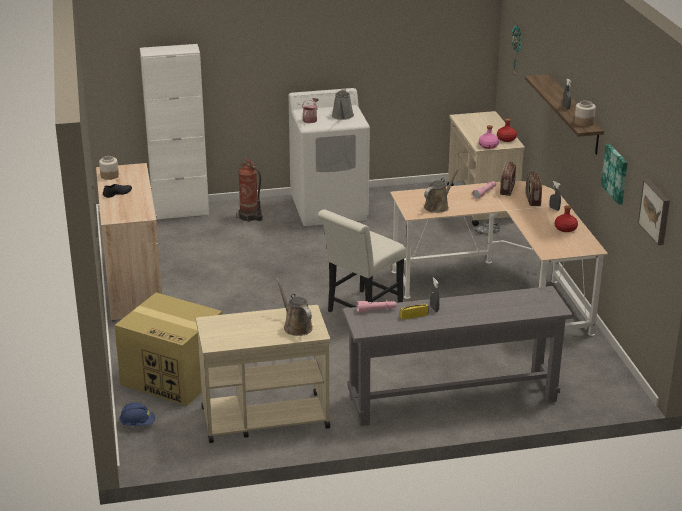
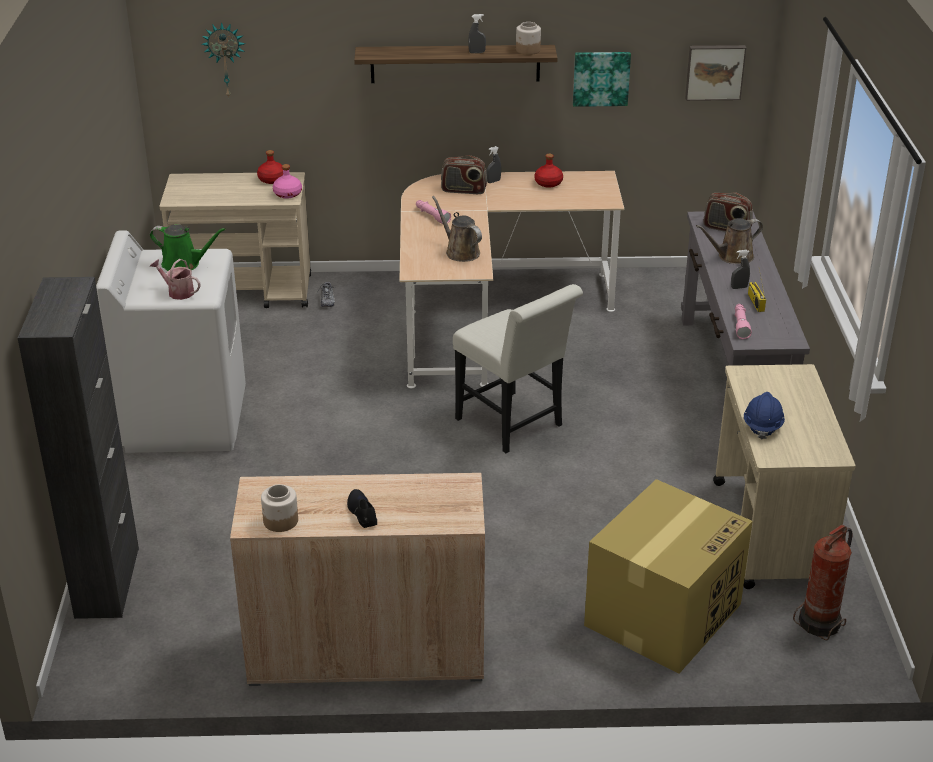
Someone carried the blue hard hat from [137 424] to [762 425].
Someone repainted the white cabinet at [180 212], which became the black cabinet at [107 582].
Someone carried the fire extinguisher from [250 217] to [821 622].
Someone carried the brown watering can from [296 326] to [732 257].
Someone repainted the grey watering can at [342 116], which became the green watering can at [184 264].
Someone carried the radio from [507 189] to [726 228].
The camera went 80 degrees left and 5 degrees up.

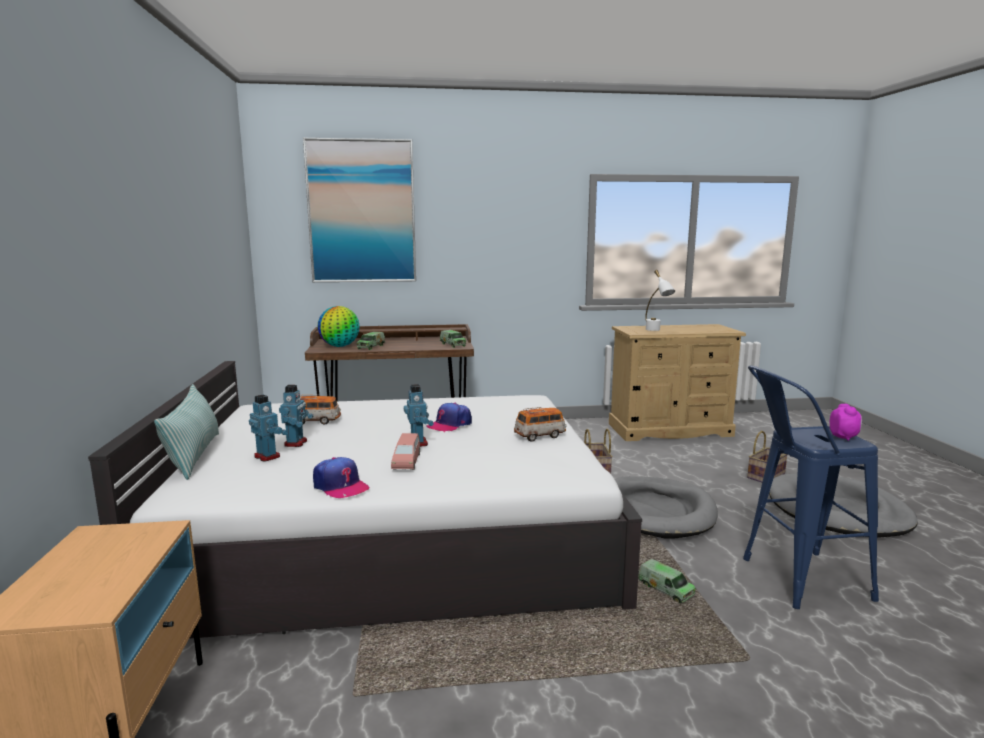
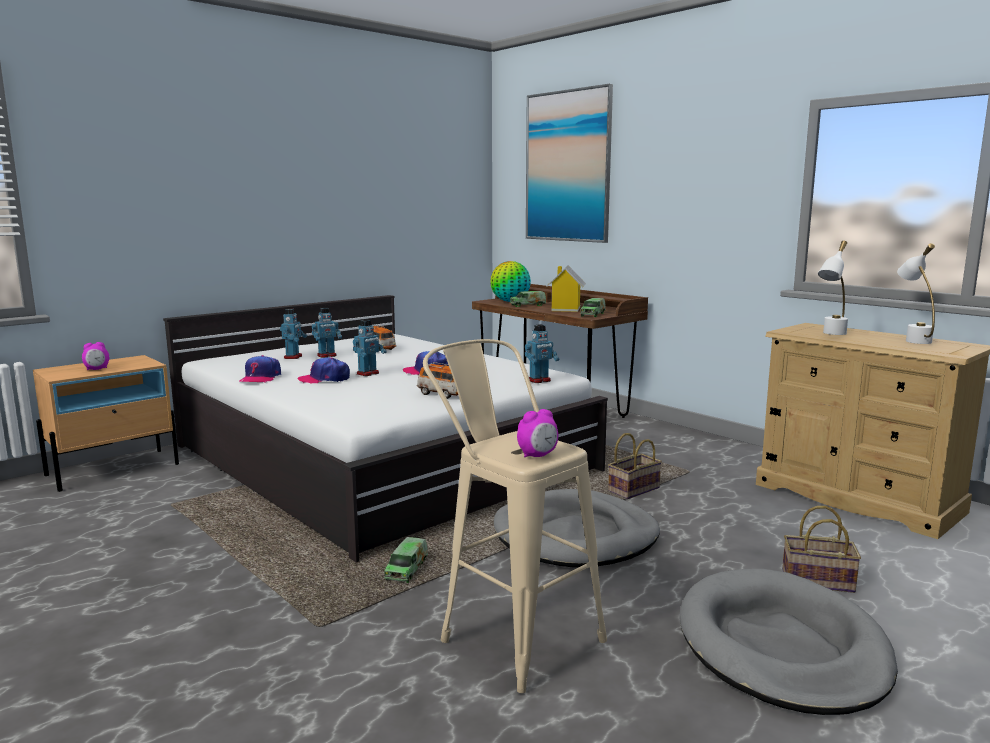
Someone took away the pillow at [194 455].
Someone swapped the pink toy car at [407 461] for the cap at [324 379].
Someone repainted the blue stool at [793 580], which became the beige stool at [511 633].
Someone put down the alarm clock at [97 369].
Someone put down the toy robot at [539 380].
Someone put down the toy house at [565 309].
Someone put down the white table lamp at [913 339].
The camera went 55 degrees right and 0 degrees up.

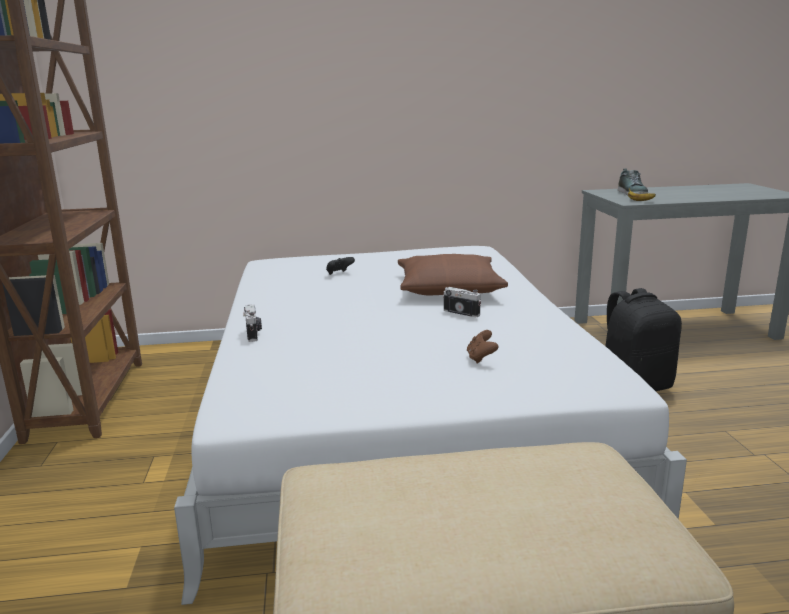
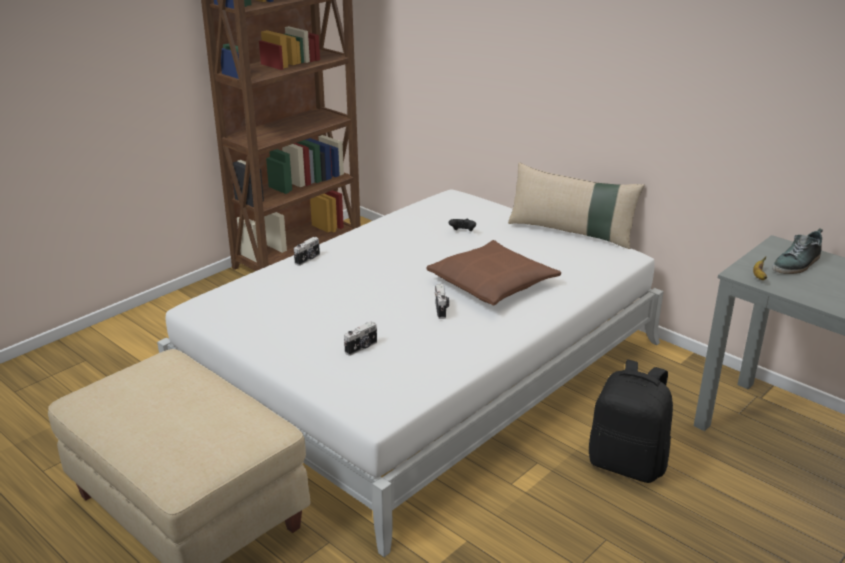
Someone swapped the brown game controller at [481 358] for the photo camera at [362 348].
Someone put down the beige pillow at [571 232].
The camera went 50 degrees right and 10 degrees up.

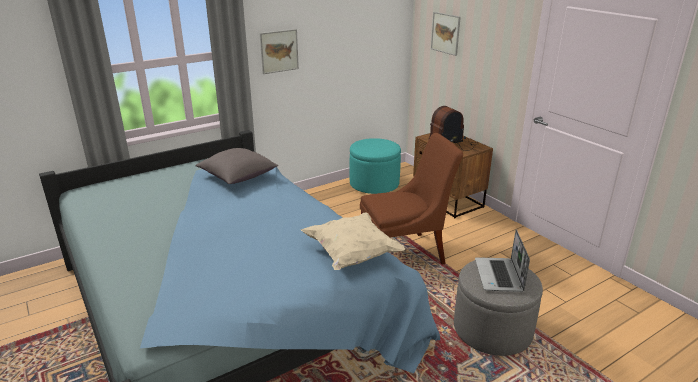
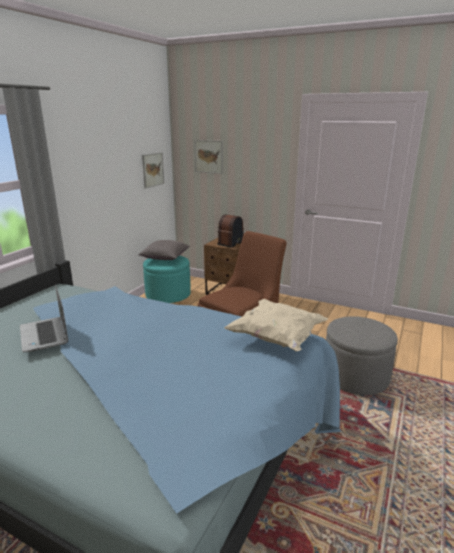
Someone carried the grey pillow from [238 177] to [165 258].
Someone carried the picture from [279 51] to [153 170].
Someone carried the laptop from [499 276] to [45 335].
The camera went 30 degrees left and 5 degrees down.

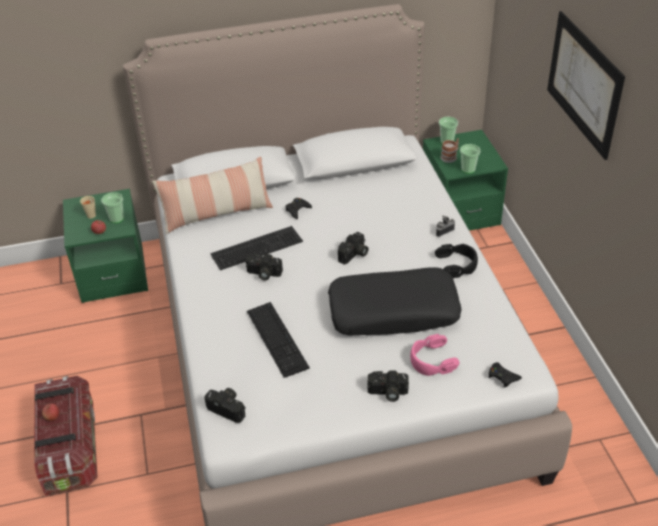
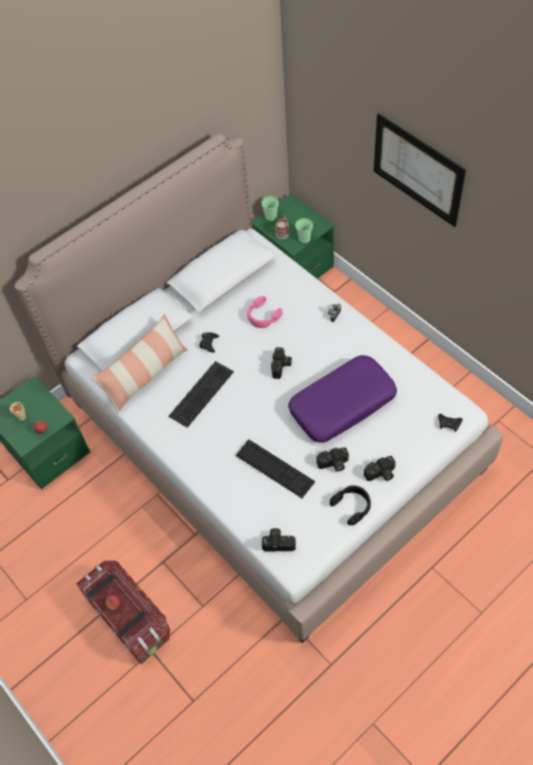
Someone took away the cup at [116 218].
Someone carried the photo camera from [263 274] to [333 464].
Someone repainted the black pillow at [393 311], which became the purple pillow at [342 404].
Someone carried the pink headphones from [432 360] to [263 316].
Someone carried the black headphones from [457 264] to [352 506].
The camera went 25 degrees left and 15 degrees up.

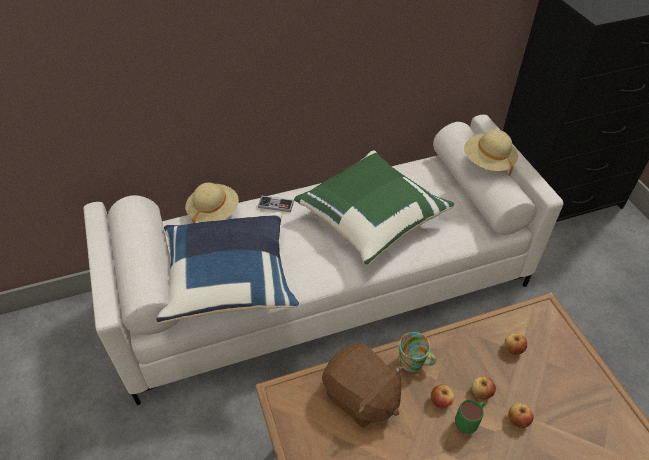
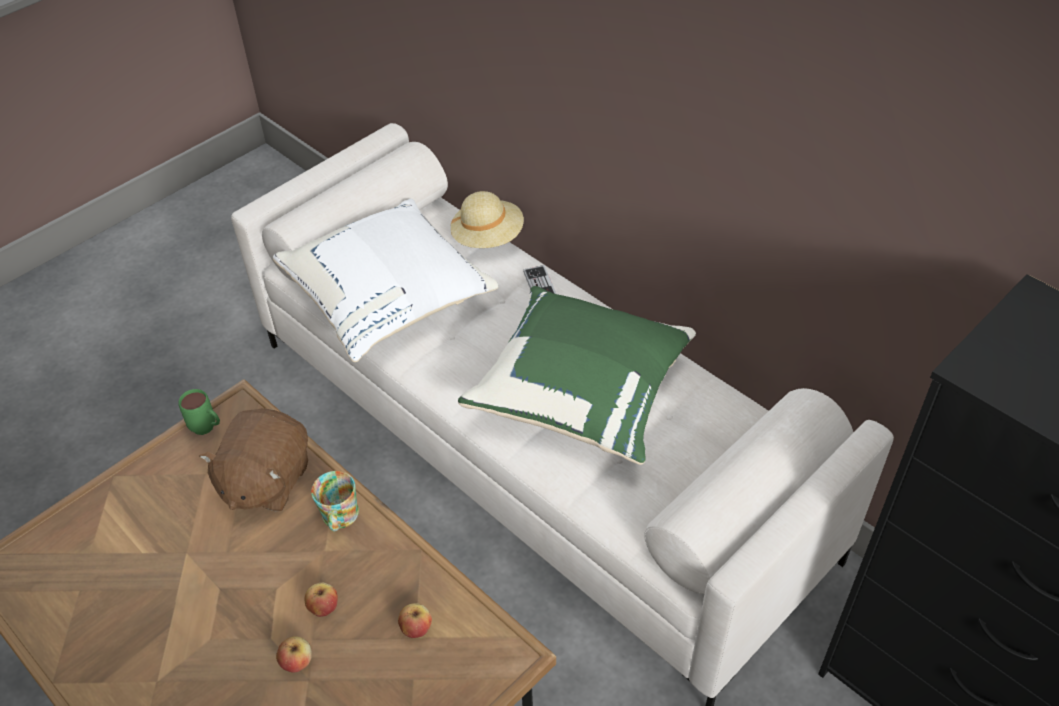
Someone repainted the blue pillow at [229 280], which became the white pillow at [389 300].
Someone took away the apple at [440 401].
Someone carried the green mug from [468 423] to [208 429].
Someone took away the beige hat at [487 162].
The camera went 65 degrees right and 0 degrees up.

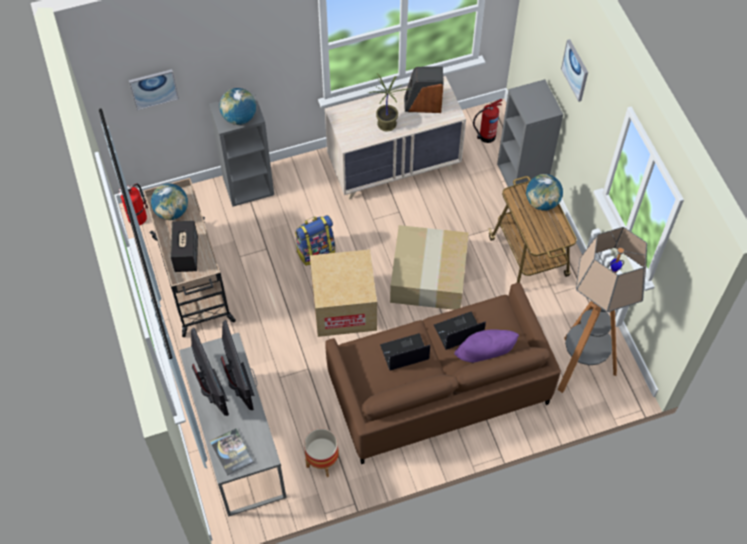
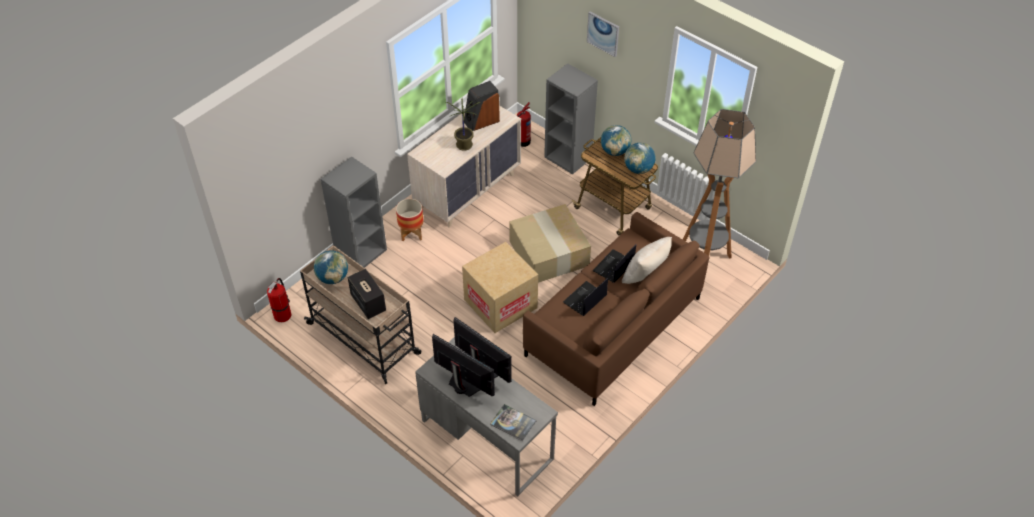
Someone took away the picture at [153 88].
Someone carried the globe from [239 117] to [638 169].
Someone took away the backpack at [315 251].
Someone carried the planter from [322 462] to [411 233].
Someone repainted the purple pillow at [484 358], which became the beige pillow at [645 275].
The camera went 30 degrees left and 10 degrees down.

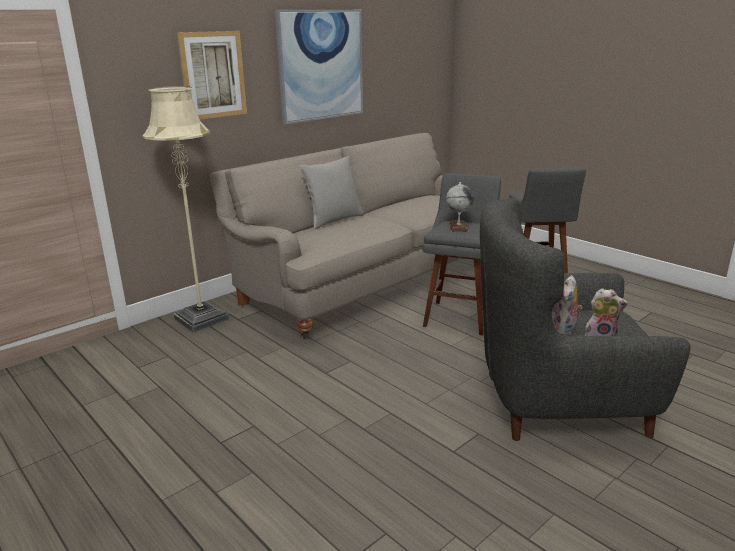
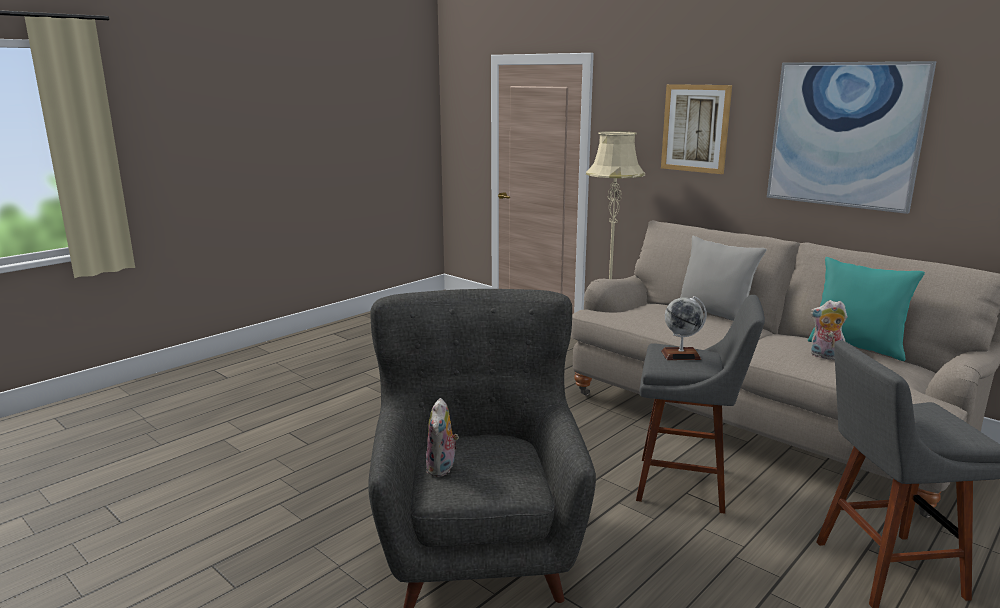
Someone carried the plush toy from [565 330] to [825 356].
Someone put down the turquoise pillow at [857 347].
The camera went 85 degrees right and 5 degrees down.

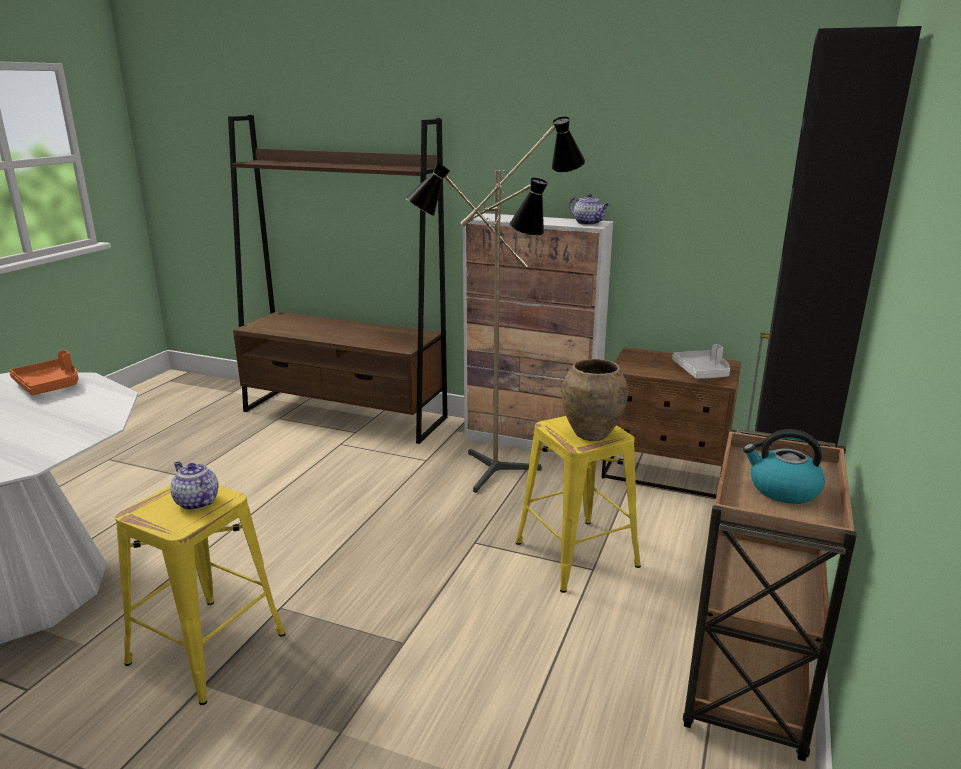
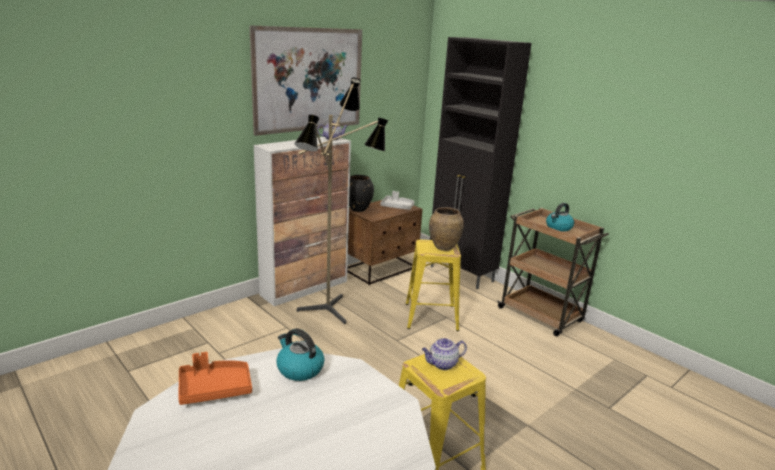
Someone took away the brown bookcase at [345 414].
Someone put up the picture at [309 80].
Someone put down the kettle at [299 369].
Someone put down the black vase at [358 209].
The camera went 65 degrees left and 0 degrees up.

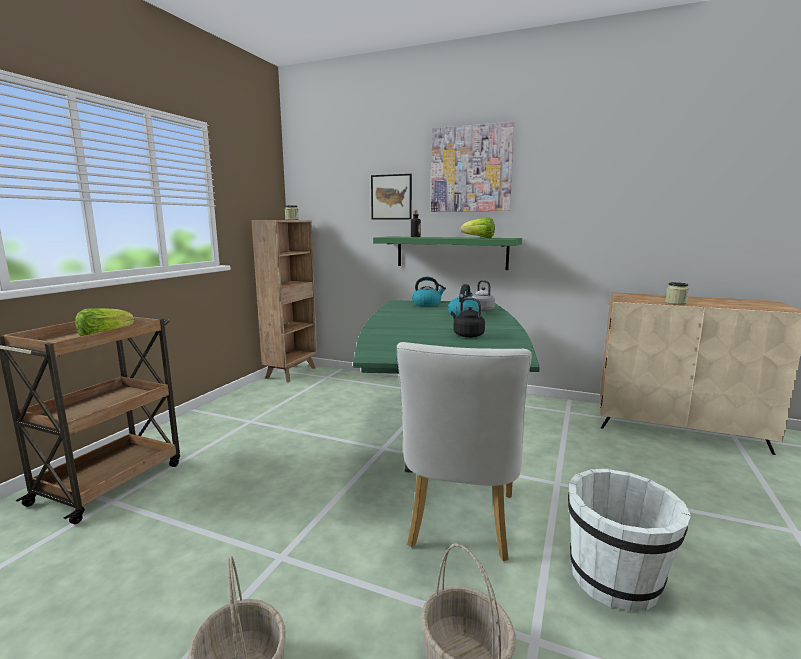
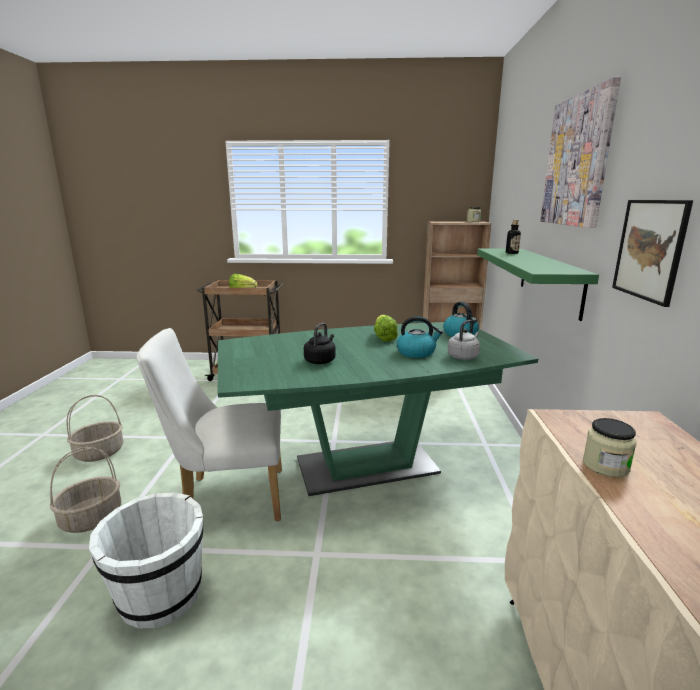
Someone carried the picture from [391 197] to [649 249].
Someone carried the lettuce from [479 238] to [384 337].
The camera went 70 degrees right and 5 degrees up.

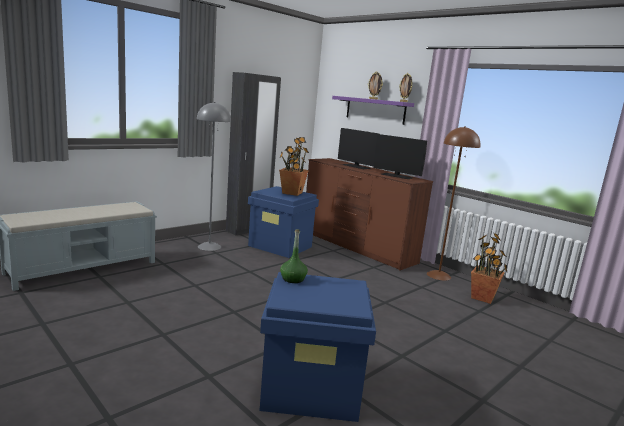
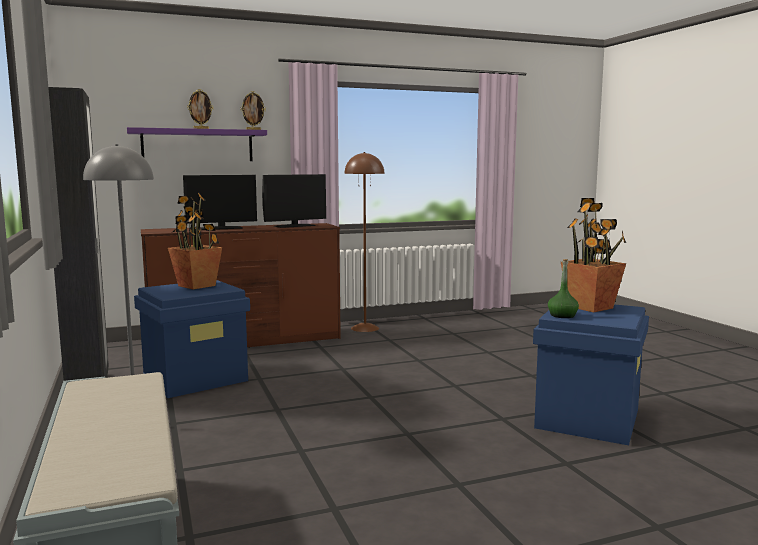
Someone carried the potted plant from [482 298] to [591 307].
The camera went 65 degrees left and 5 degrees down.

